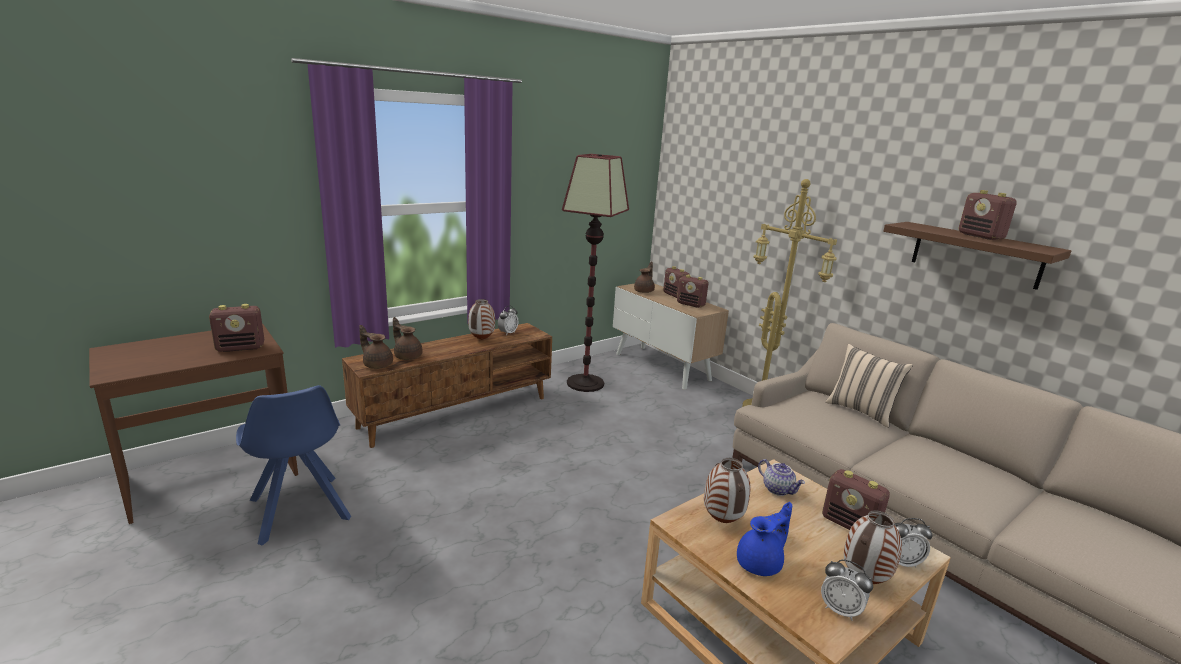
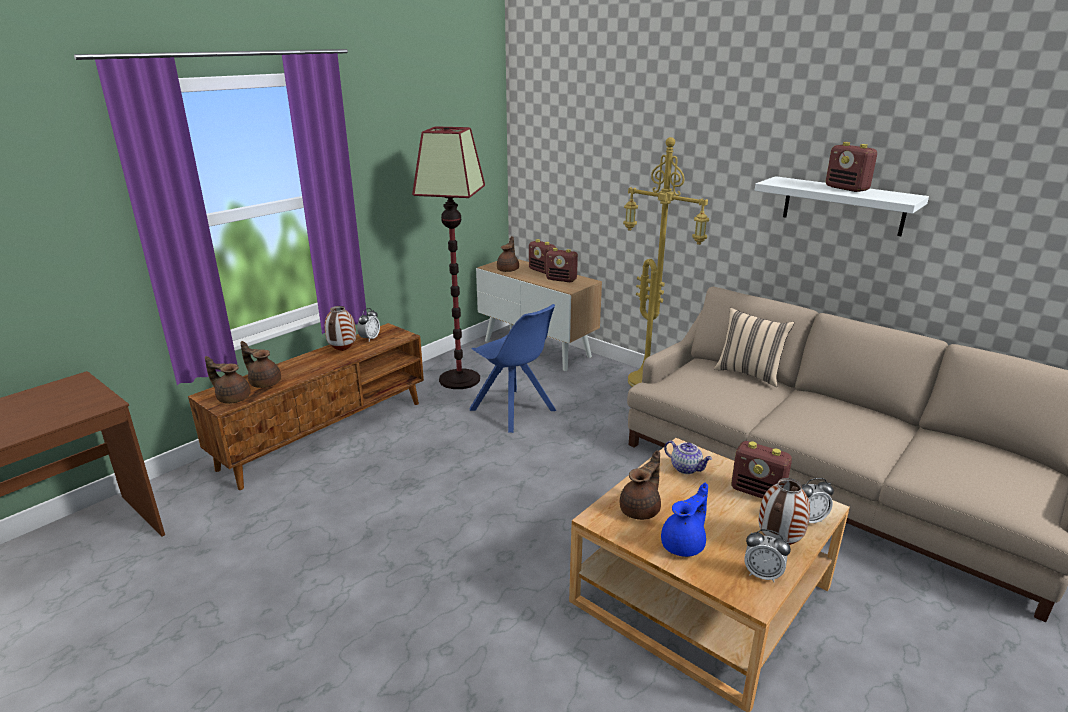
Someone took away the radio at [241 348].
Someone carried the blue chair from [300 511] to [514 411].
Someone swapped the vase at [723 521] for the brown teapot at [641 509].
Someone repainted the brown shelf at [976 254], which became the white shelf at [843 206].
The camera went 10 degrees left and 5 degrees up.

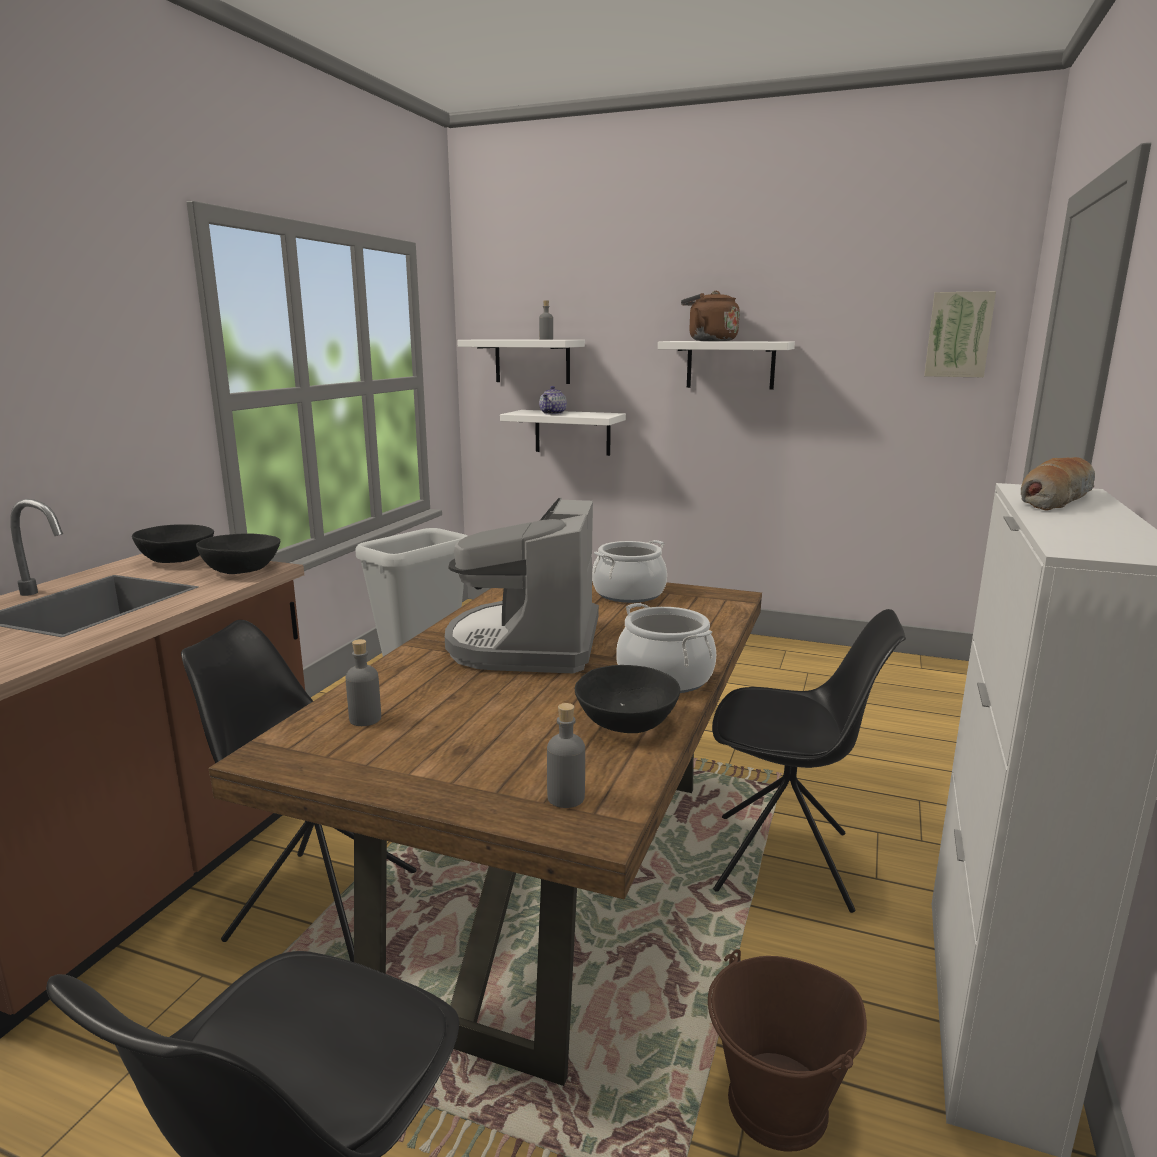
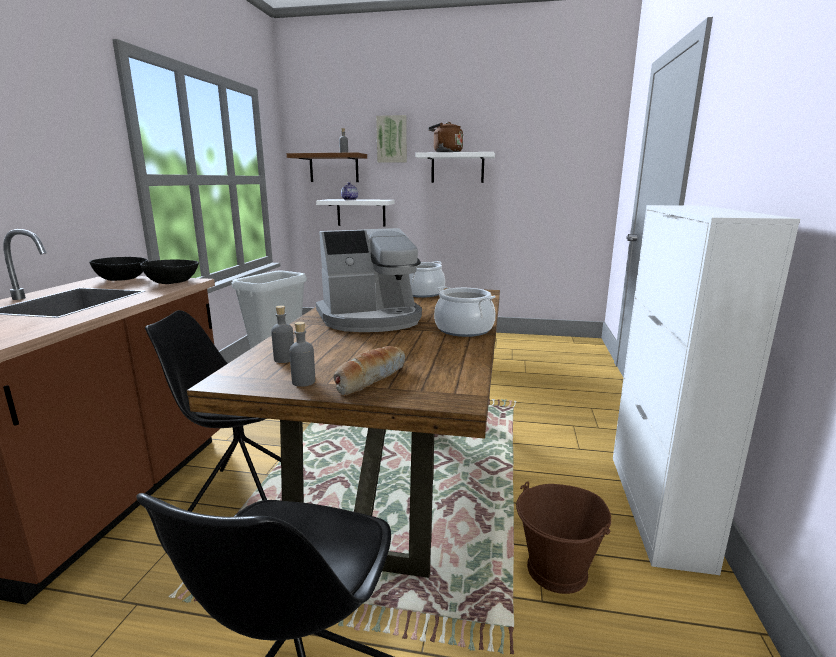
Someone rotated the coffee machine at [527 644] by 105 degrees counterclockwise.
Someone repainted the white shelf at [532 361], which became the brown shelf at [334 168].
Someone carried the grey bottle from [566 797] to [303 382].
Someone took away the black bowl at [627 723].
Someone took away the black chair at [786 862].
Someone carried the picture from [958 334] to [392 139].
Someone carried the bread from [1055 499] to [370 378].
The camera went 10 degrees left and 0 degrees up.

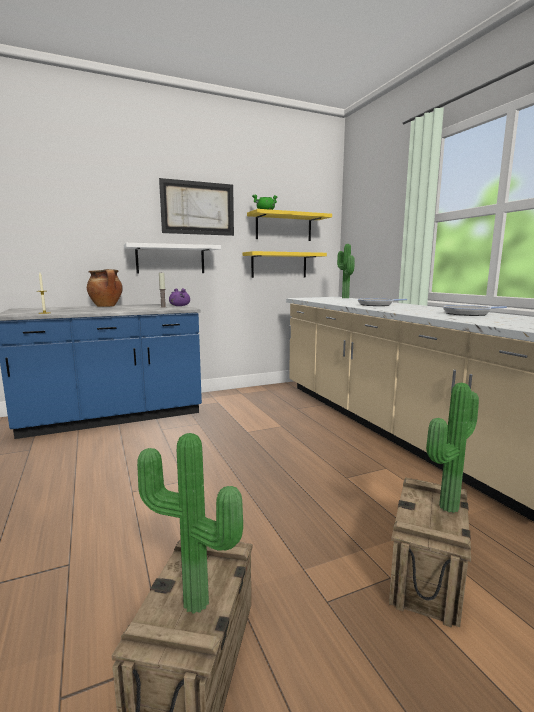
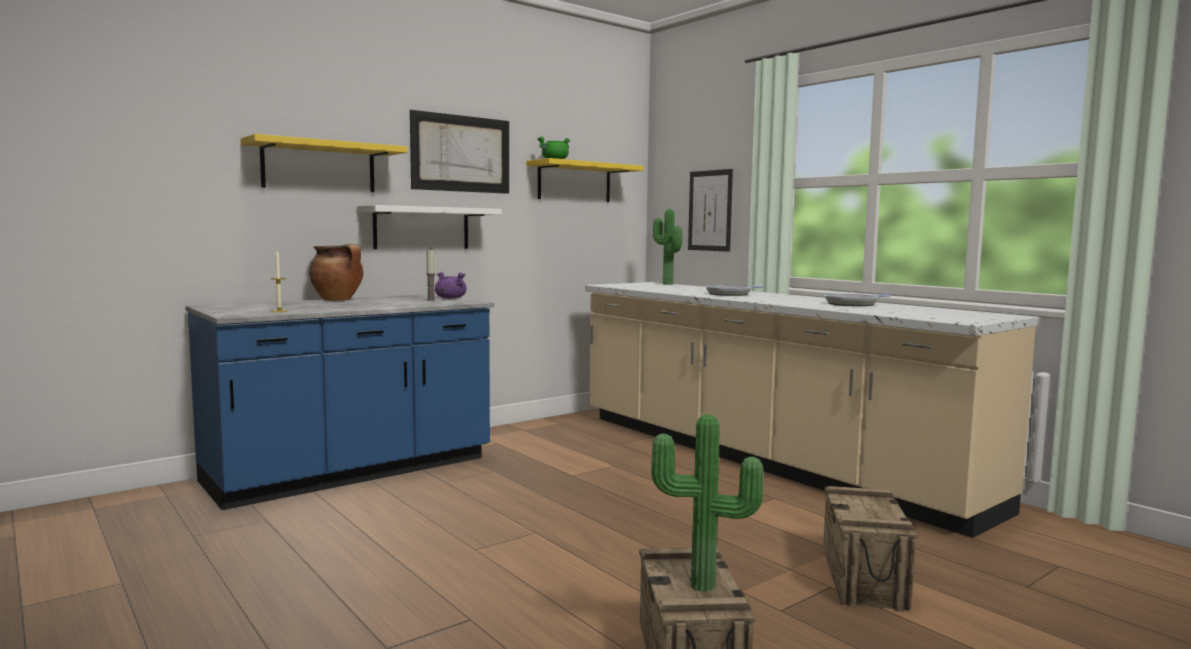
Someone carried the yellow shelf from [279 265] to [319 167].
Someone took away the potted plant at [445 505].
Someone put up the picture at [710 210].
The camera went 15 degrees left and 5 degrees down.

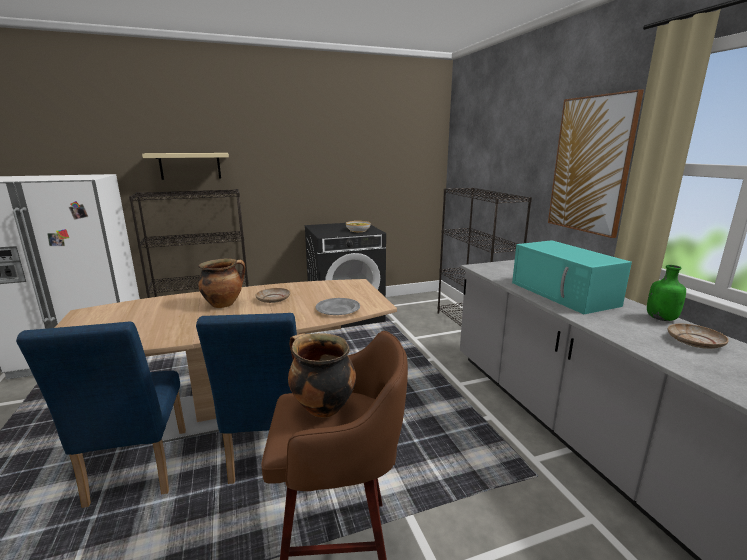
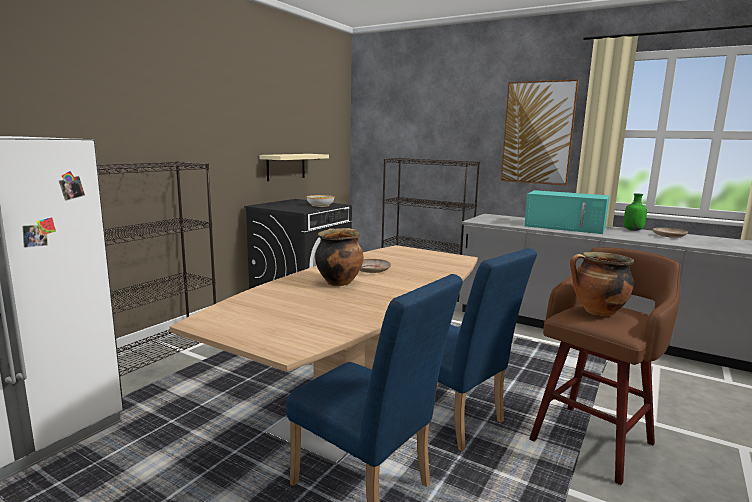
Someone carried the beige shelf from [190 166] to [286 166].
Someone took away the grey plate at [337 309].
The camera went 40 degrees left and 5 degrees down.

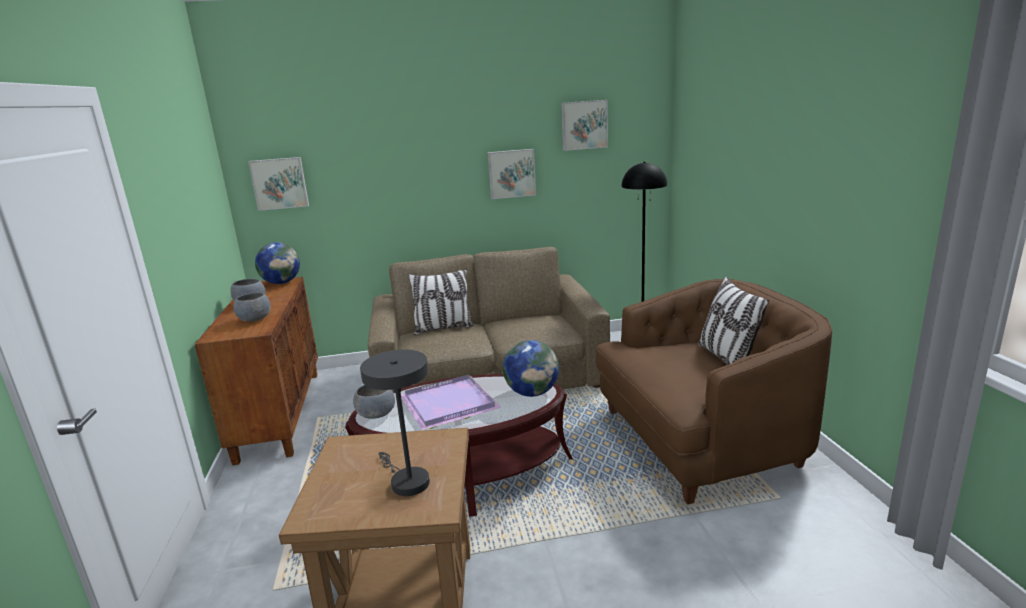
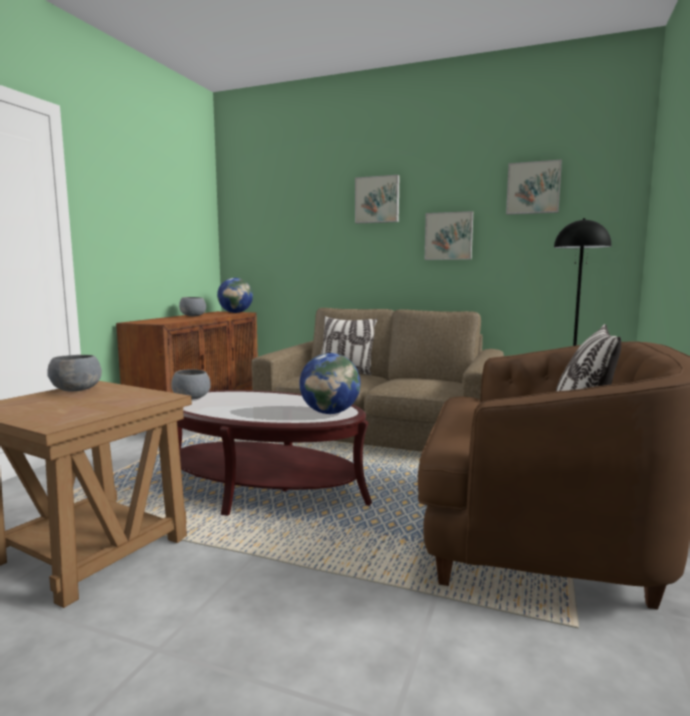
Someone carried the grey bowl from [255 319] to [77 390].
Someone carried the picture from [279 183] to [377 200].
Someone took away the grey table lamp at [406 481].
Someone took away the purple tray at [448 405].
The camera went 30 degrees right and 10 degrees down.

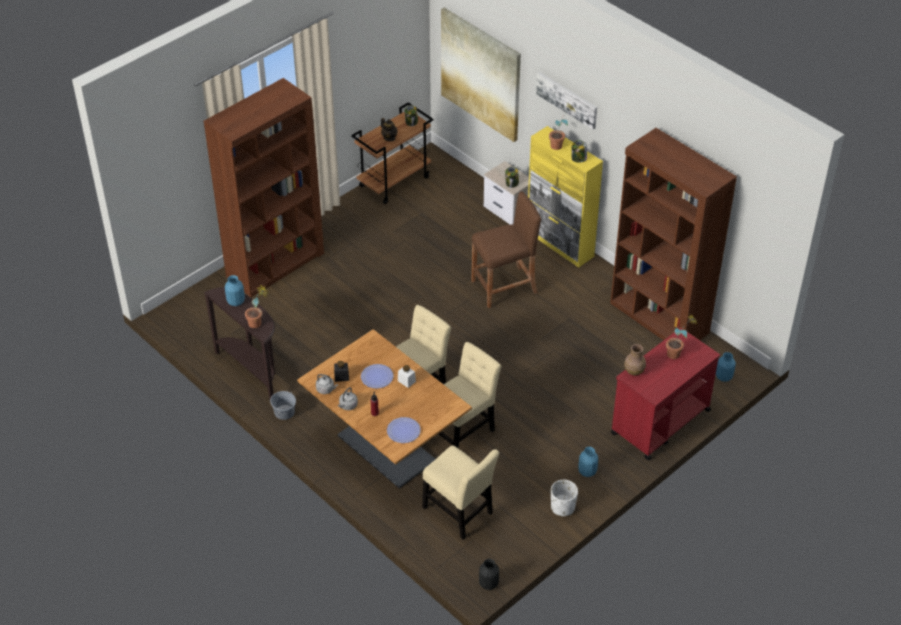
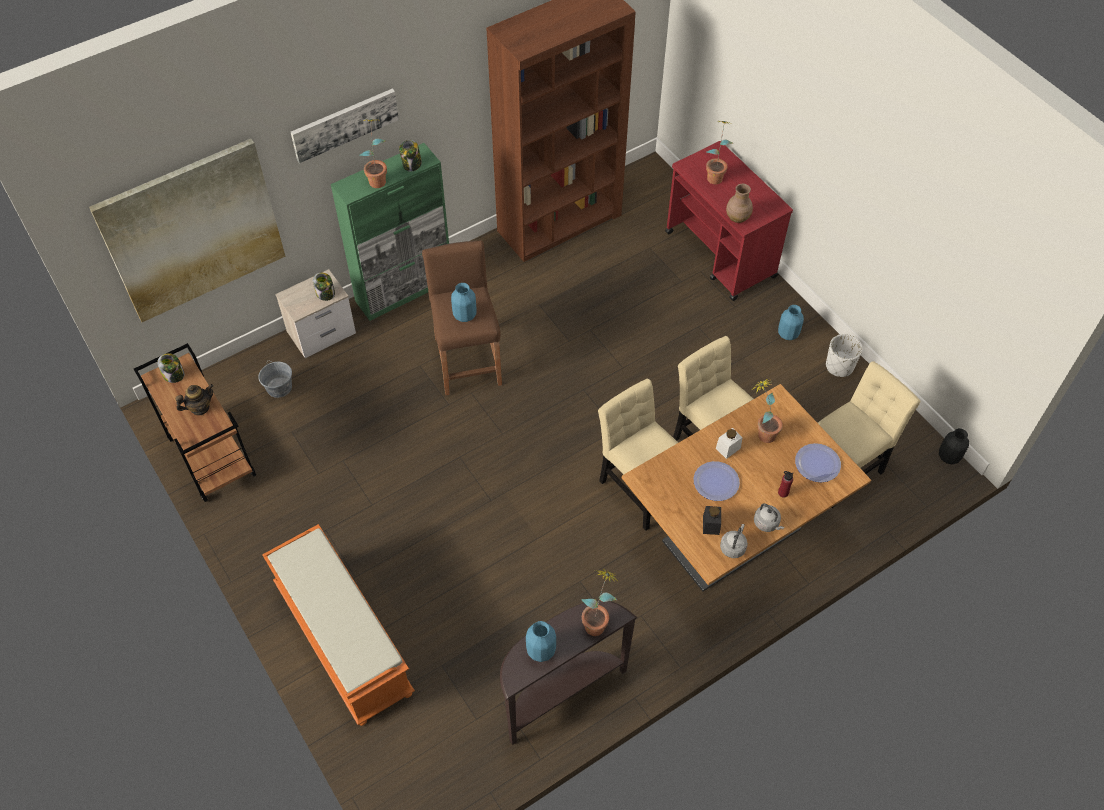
Someone swapped the brown bookcase at [276 265] for the orange bench at [342 639].
Someone carried the grey bucket from [284 412] to [279 387].
Someone repainted the yellow cabinet at [560 244], which became the green cabinet at [405 290].
Someone carried the blue vase from [724 377] to [465 315].
Someone put down the potted plant at [762 432].
The camera went 80 degrees left and 10 degrees up.

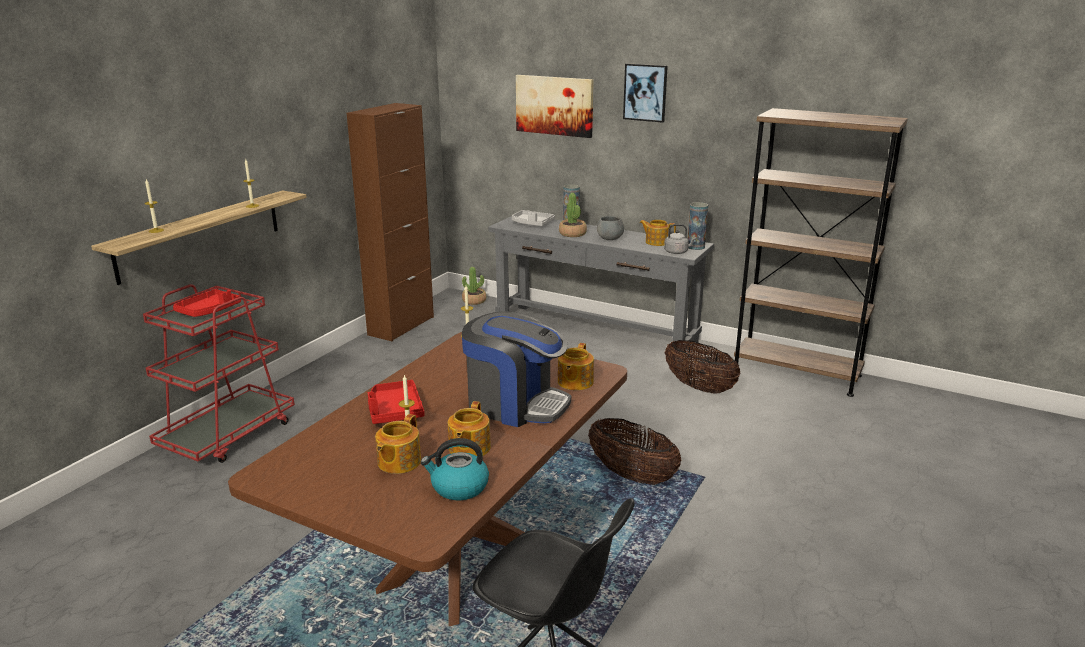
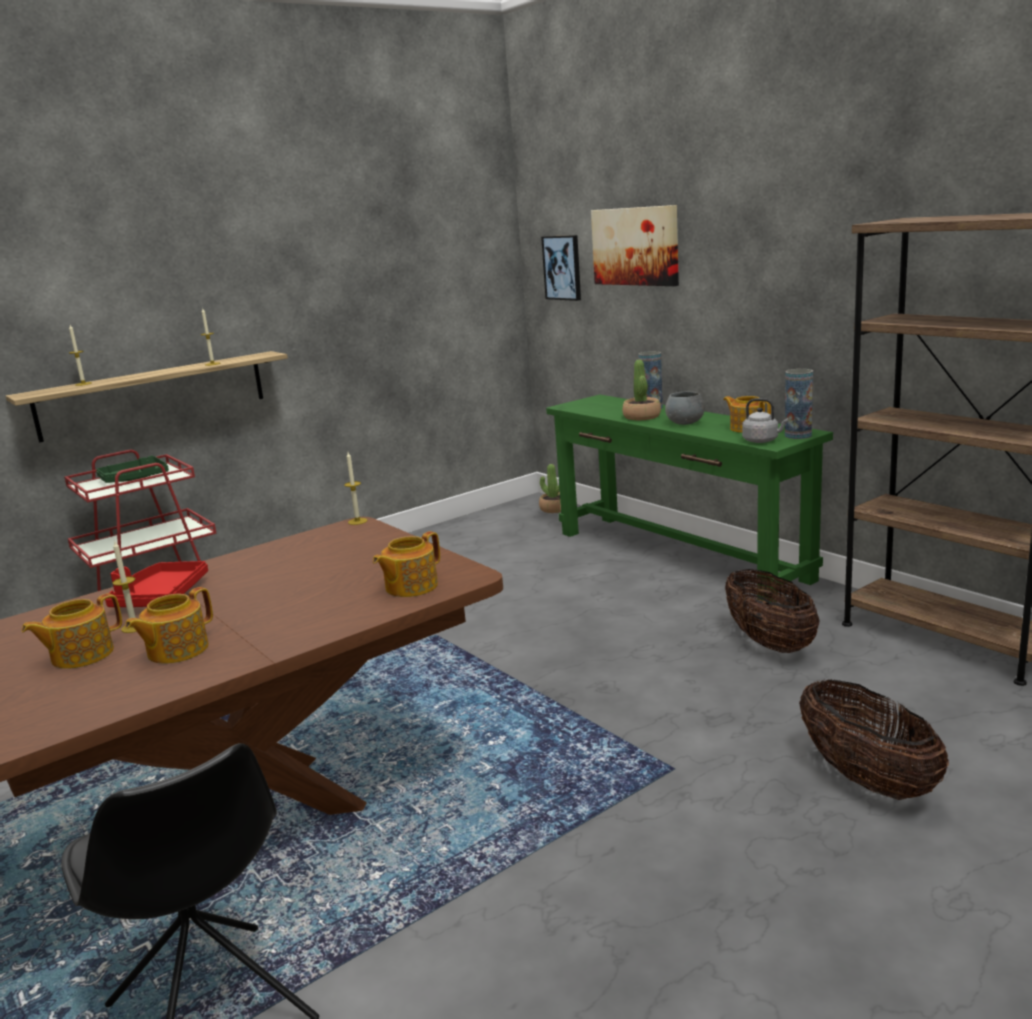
Someone repainted the red tray at [209 311], which became the green tray at [135 479].
Someone took away the brown cabinet at [401 326].
Someone took away the kettle at [458 487].
Someone took away the coffee machine at [515 404].
Someone repainted the grey console table at [595 331], which became the green console table at [678 555].
Someone took away the grey tray at [532 224].
Someone carried the basket from [631 475] to [866 779].
Someone carried the picture from [645 92] to [562 267].
The camera went 25 degrees right and 5 degrees down.

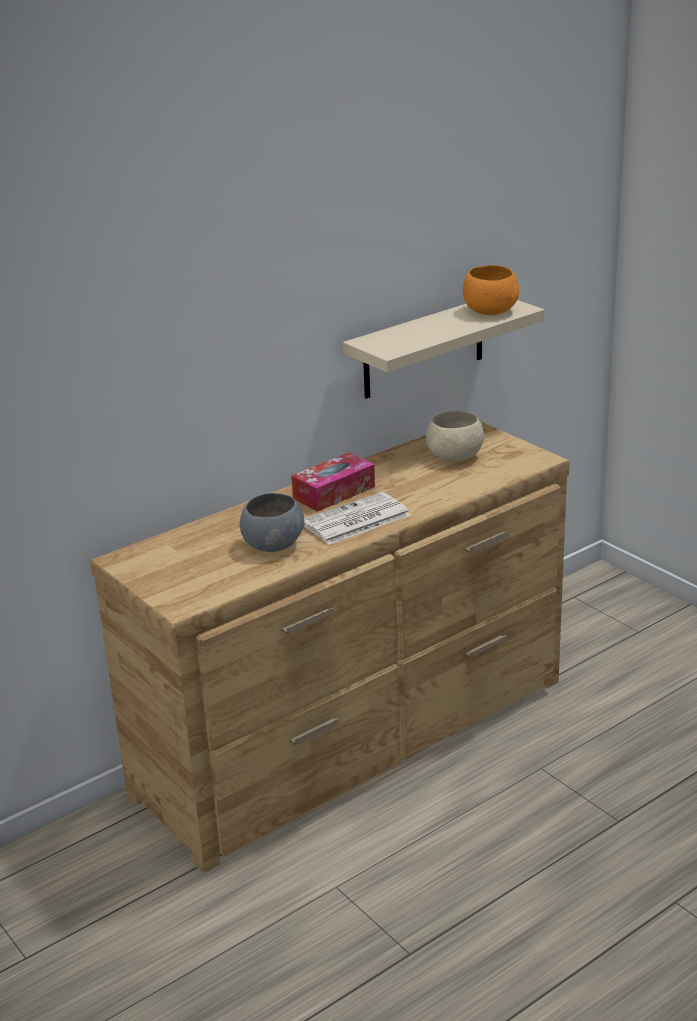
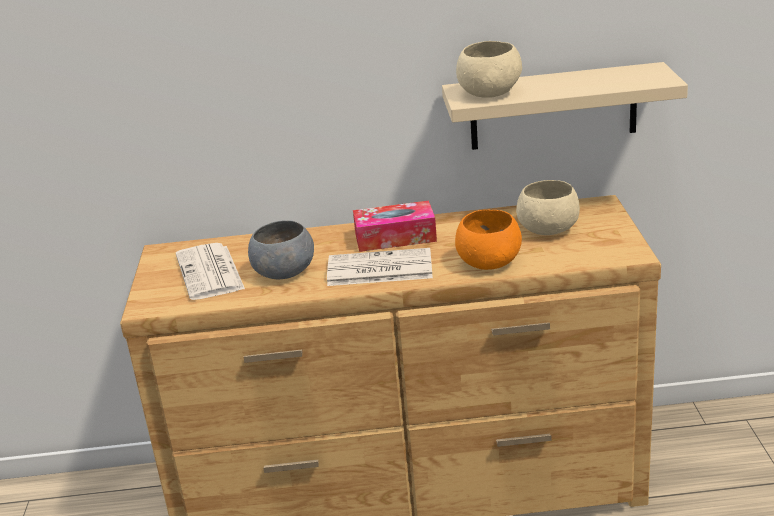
Someone carried the orange bowl from [490 311] to [488 263].
Someone put down the newspaper at [210 273].
Someone put down the beige bowl at [488 93].
The camera went 35 degrees right and 0 degrees up.

